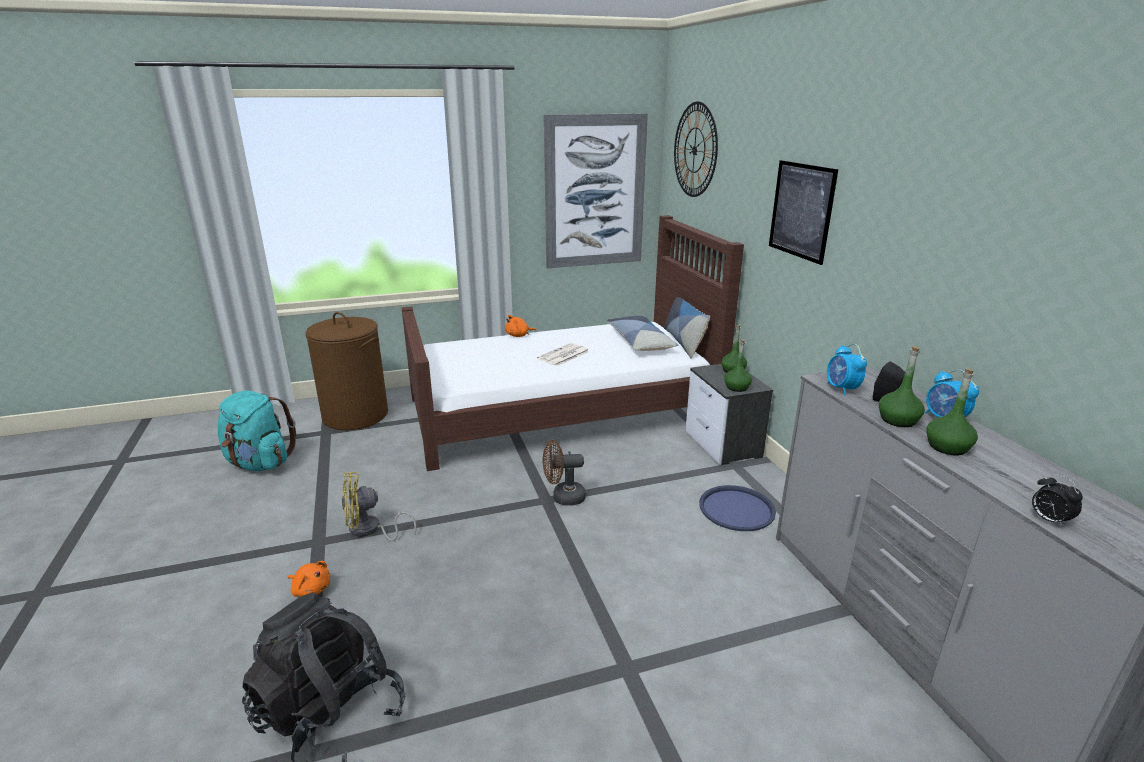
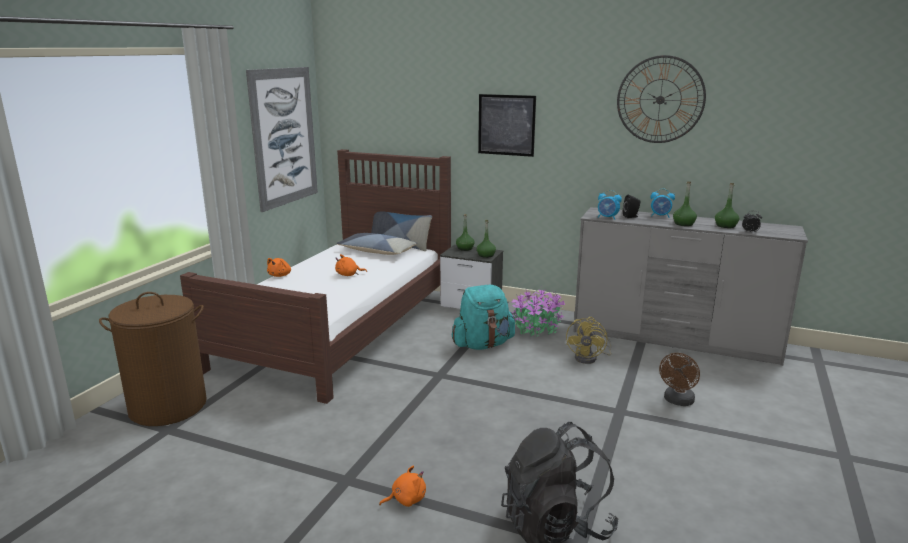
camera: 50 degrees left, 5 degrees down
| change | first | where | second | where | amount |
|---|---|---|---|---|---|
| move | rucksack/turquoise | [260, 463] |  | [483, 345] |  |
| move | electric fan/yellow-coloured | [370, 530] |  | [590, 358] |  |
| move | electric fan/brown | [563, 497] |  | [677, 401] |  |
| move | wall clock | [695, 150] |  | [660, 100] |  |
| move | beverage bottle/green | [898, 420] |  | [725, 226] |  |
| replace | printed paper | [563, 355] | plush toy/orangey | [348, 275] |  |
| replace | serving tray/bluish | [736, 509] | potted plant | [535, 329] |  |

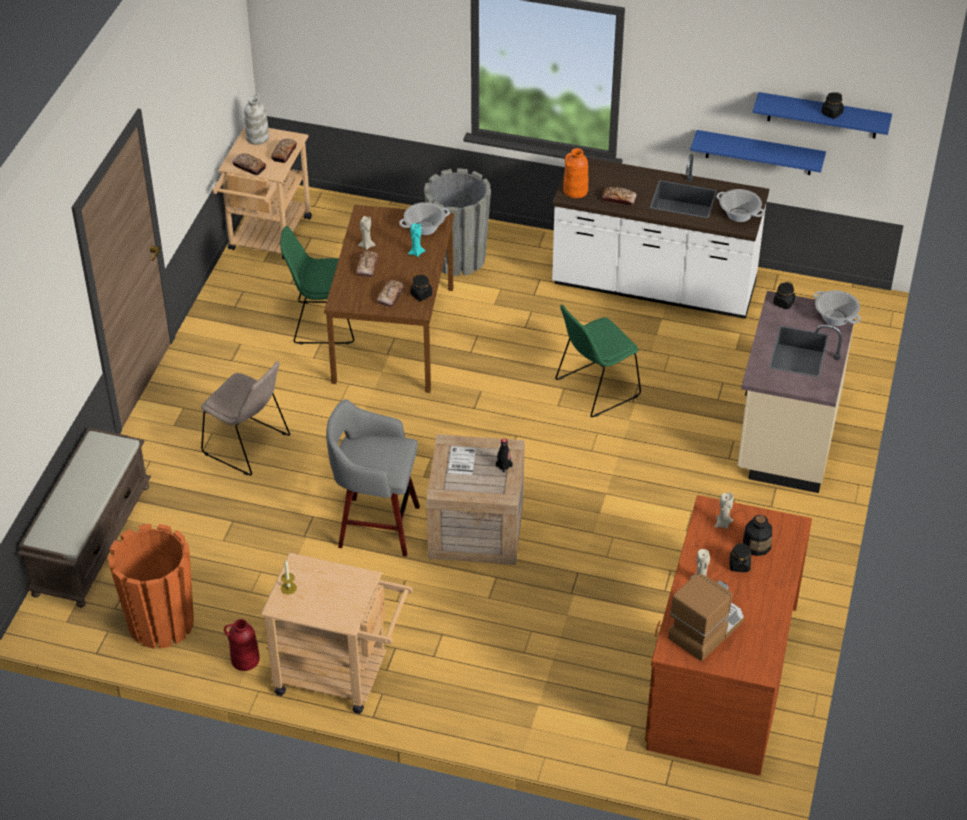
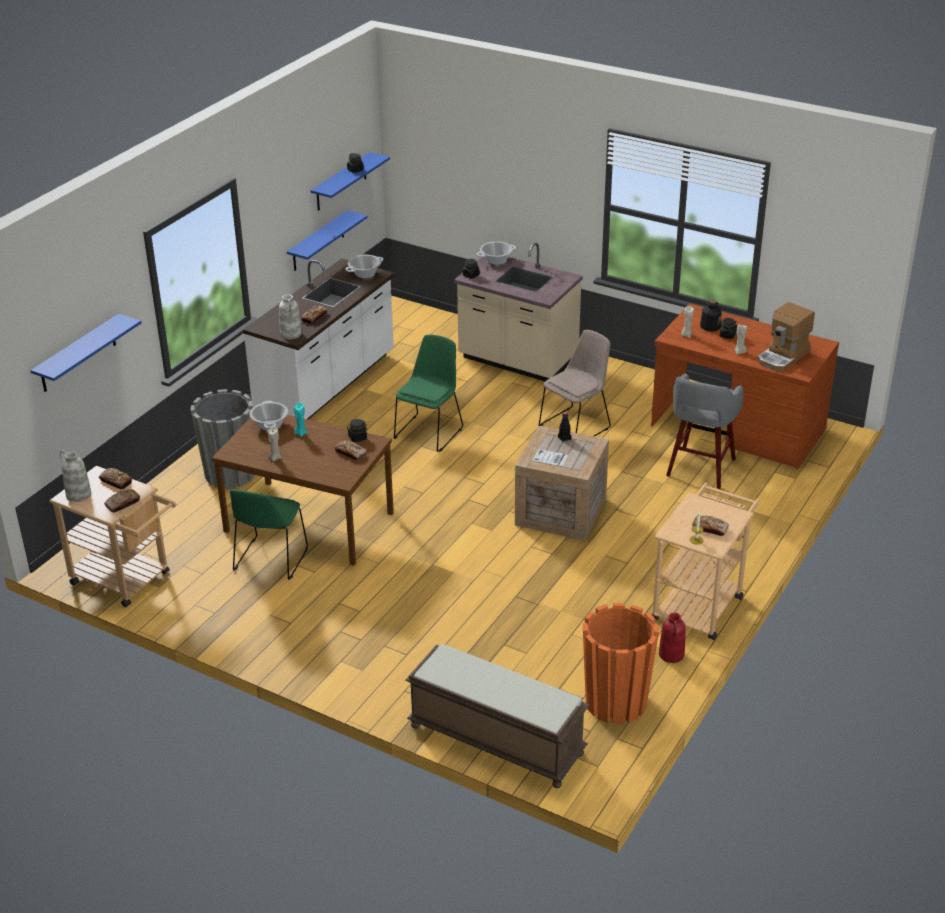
camera: 75 degrees left, 10 degrees down
| change | first | where | second | where | amount |
|---|---|---|---|---|---|
| insert |  |  | bracket shelf/bluish | [78, 354] |  |
| move | plain chair/sand-coloured | [248, 446] |  | [576, 426] |  |
| move | sitting stool/gray | [376, 526] |  | [700, 469] |  |
| move | bakery bread | [367, 267] |  | [710, 528] |  |
| recolor | decorative vase/orangey | [575, 191] | decorative vase/white | [291, 334] |  |
| rotate | plain chair/green | [595, 389] |  | [429, 432] | 135 degrees counterclockwise |
| rotate | coffee brewer | [705, 628] |  | [783, 357] | 105 degrees counterclockwise |

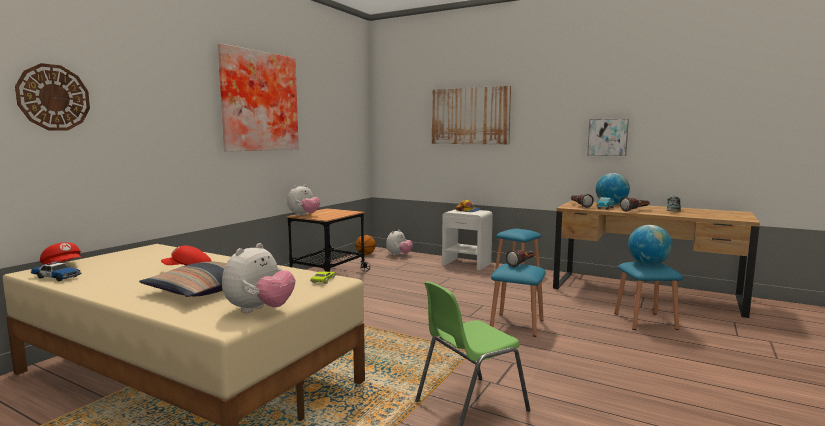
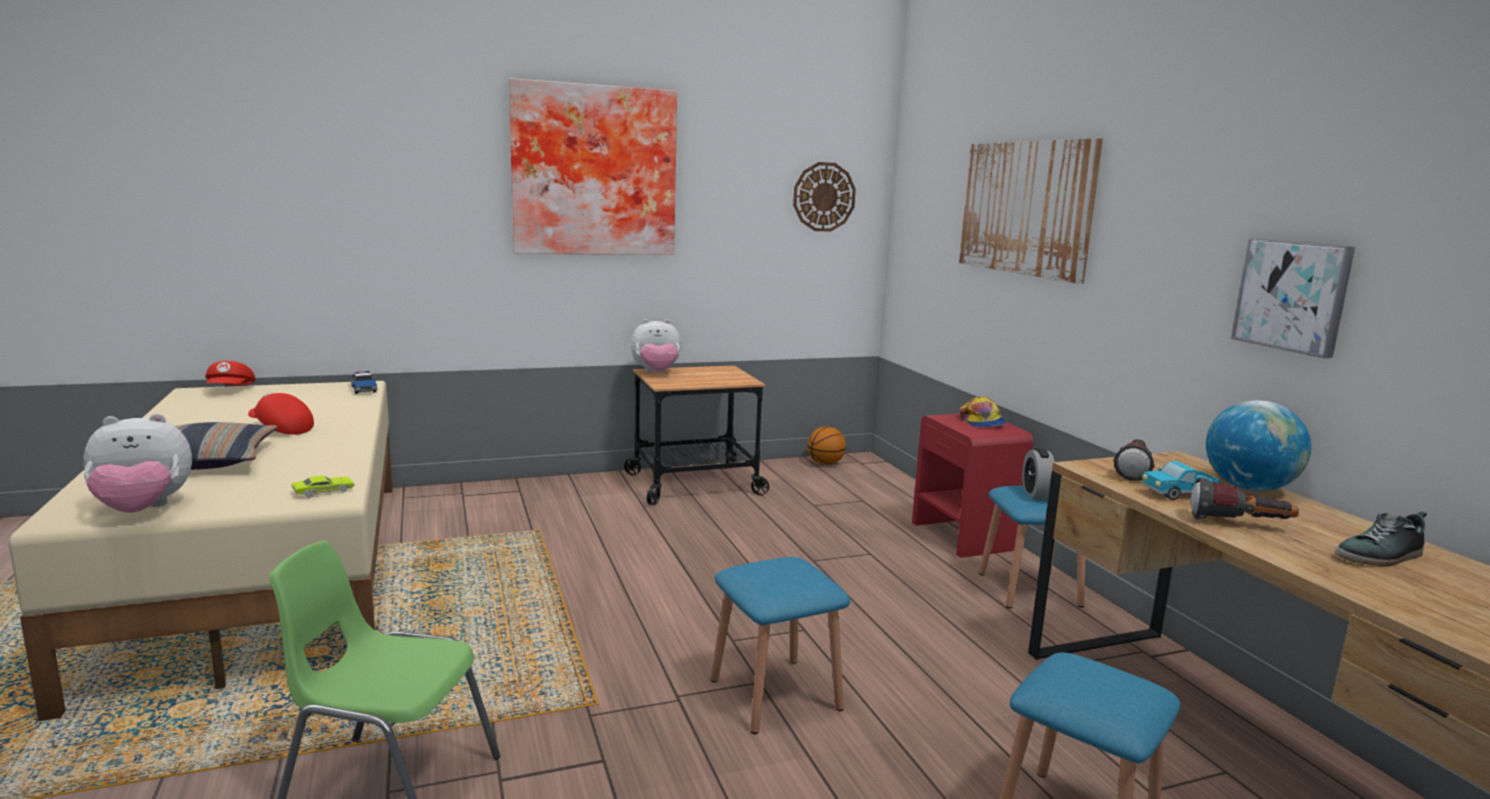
camera: 40 degrees right, 5 degrees up
| change | first | where | second | where | amount |
|---|---|---|---|---|---|
| delete | plush toy | [399, 255] |  |  |  |
| delete | torch | [522, 264] |  |  |  |
| delete | desk globe | [648, 264] |  |  |  |
| insert |  |  | alarm clock | [1036, 494] |  |
| move | wall clock | [53, 97] |  | [824, 197] |  |
| move | miniature car | [56, 277] |  | [363, 388] |  |
| recolor | bedside table/white | [467, 264] | bedside table/red-coloured | [964, 536] |  |

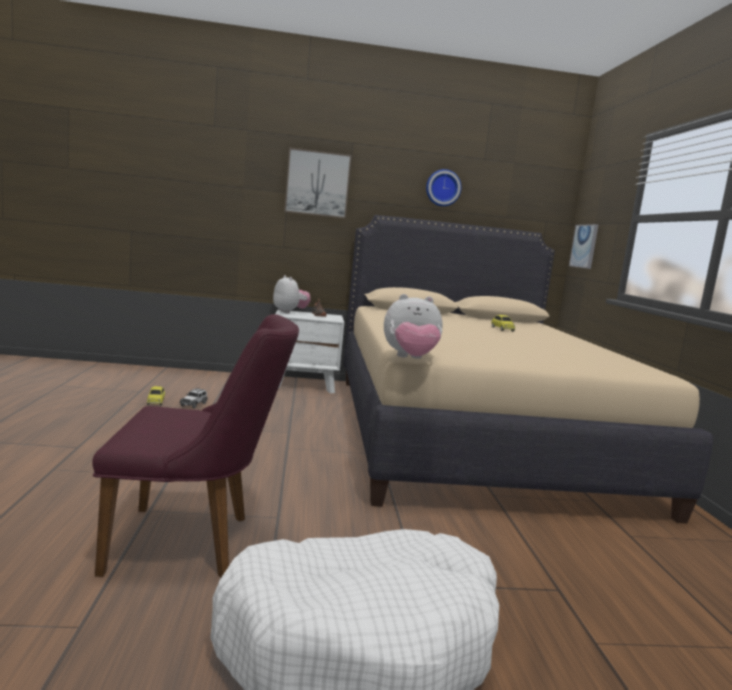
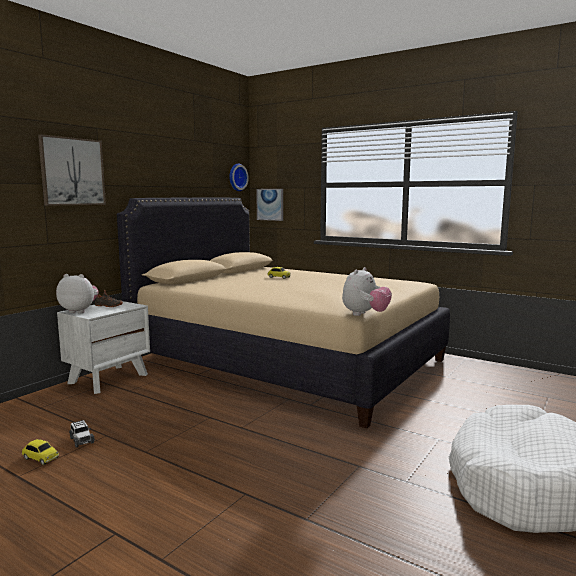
camera: 50 degrees left, 0 degrees up
| change | first | where | second | where | amount |
|---|---|---|---|---|---|
| delete | plain chair/purplish | [194, 543] |  |  |  |
| move | wall clock | [443, 188] |  | [236, 177] |  |

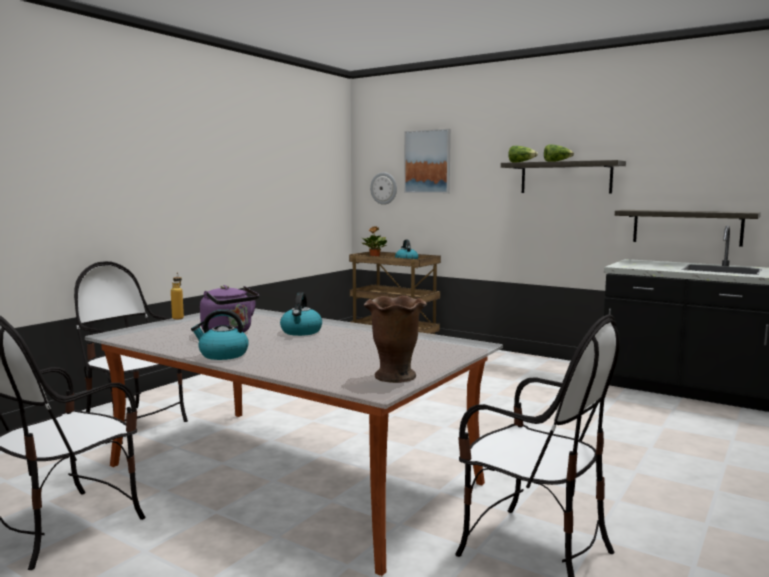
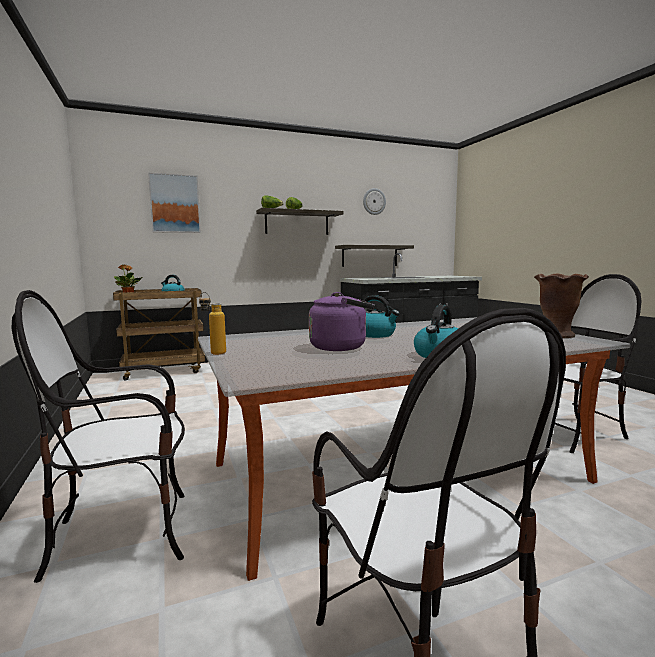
camera: 55 degrees left, 0 degrees up
| change | first | where | second | where | amount |
|---|---|---|---|---|---|
| move | wall clock | [384, 188] |  | [374, 201] |  |

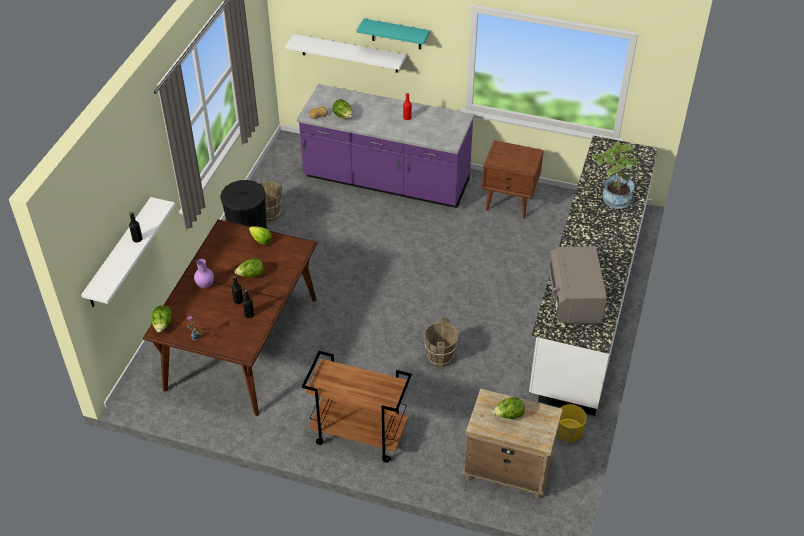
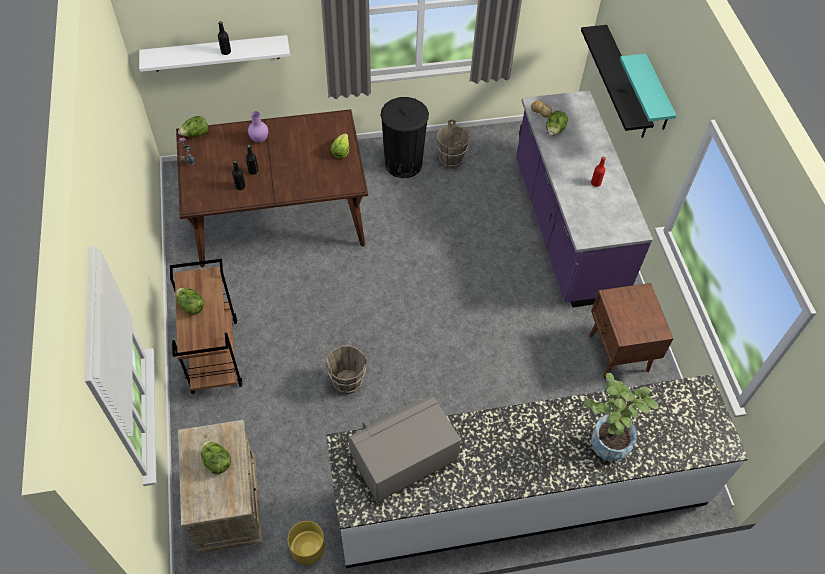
camera: 60 degrees right, 10 degrees up
| change | first | where | second | where | amount |
|---|---|---|---|---|---|
| move | head of lettuce | [251, 275] |  | [191, 306] |  |
| recolor | bracket shelf/white | [349, 53] | bracket shelf/blackish | [626, 83] |  |

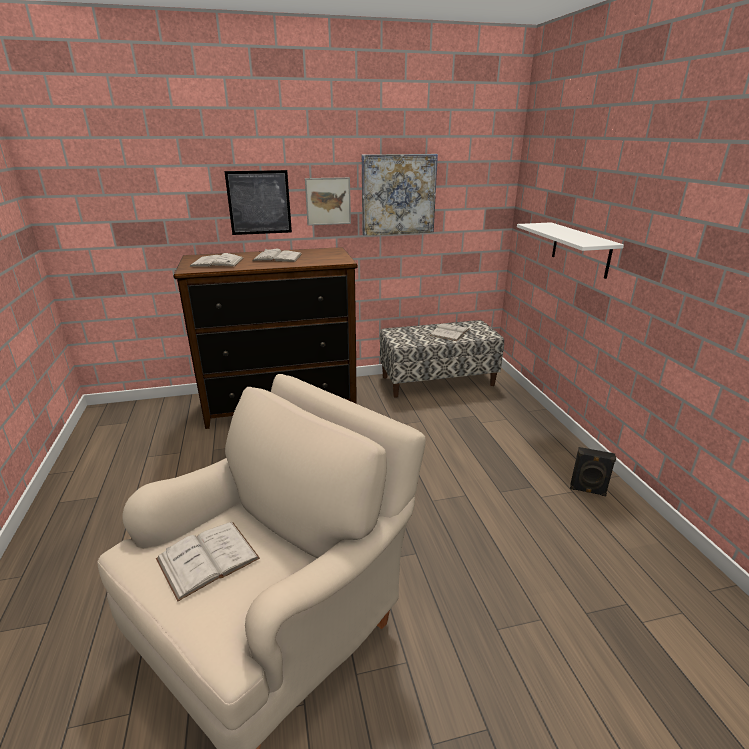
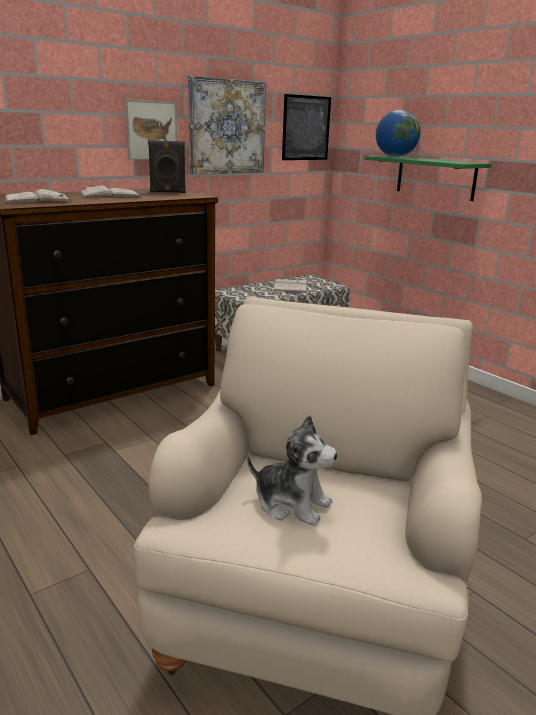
camera: 25 degrees left, 5 degrees down
| change | first | where | second | where | amount |
|---|---|---|---|---|---|
| insert |  |  | desk globe | [395, 156] |  |
| move | picture | [259, 202] |  | [306, 128] |  |
| move | speaker/blackish | [587, 491] |  | [168, 192] |  |
| replace | bound book/white | [208, 558] | plush toy | [291, 503] |  |
| recolor | bracket shelf/white | [580, 249] | bracket shelf/green | [435, 177] |  |

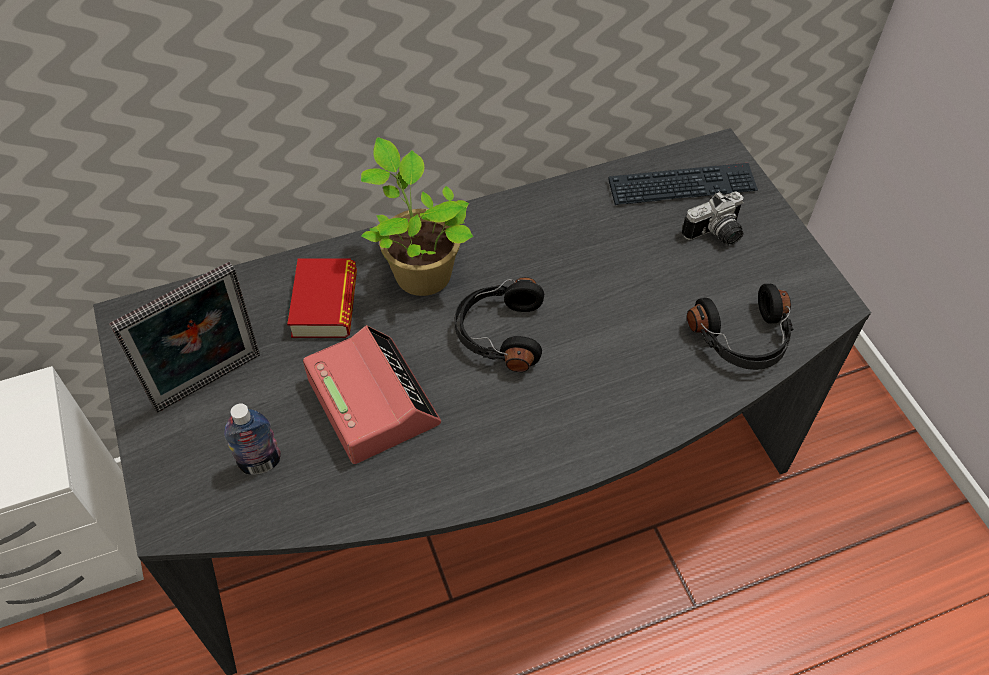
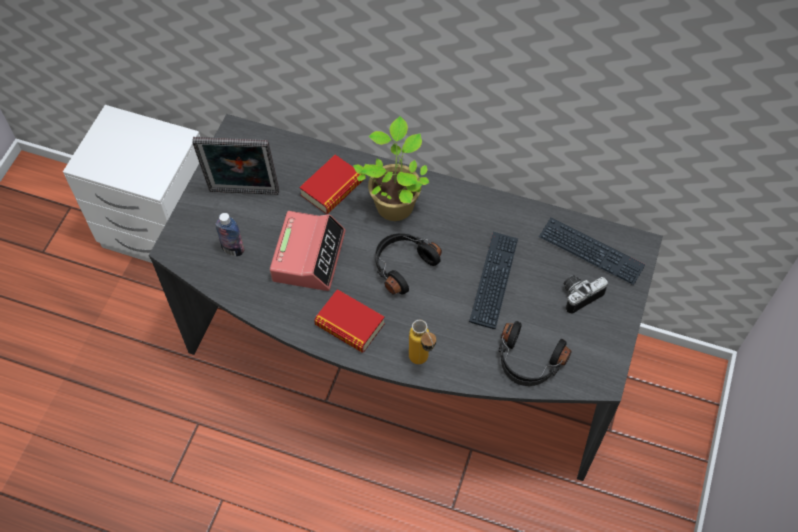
camera: 40 degrees right, 5 degrees up
| change | first | where | second | where | amount |
|---|---|---|---|---|---|
| insert |  |  | bound book | [350, 324] |  |
| insert |  |  | beverage bottle | [422, 363] |  |
| insert |  |  | PC keyboard | [494, 280] |  |
| rotate | still camera | [716, 235] |  | [579, 294] | 135 degrees clockwise |

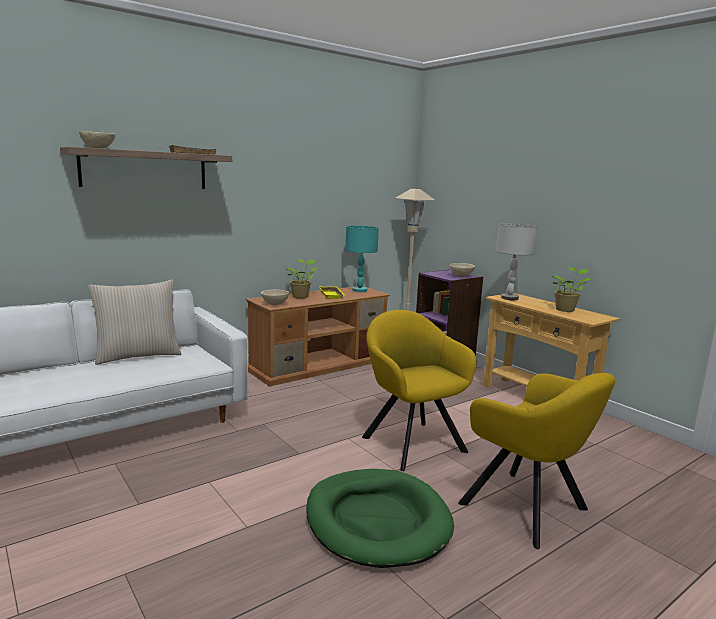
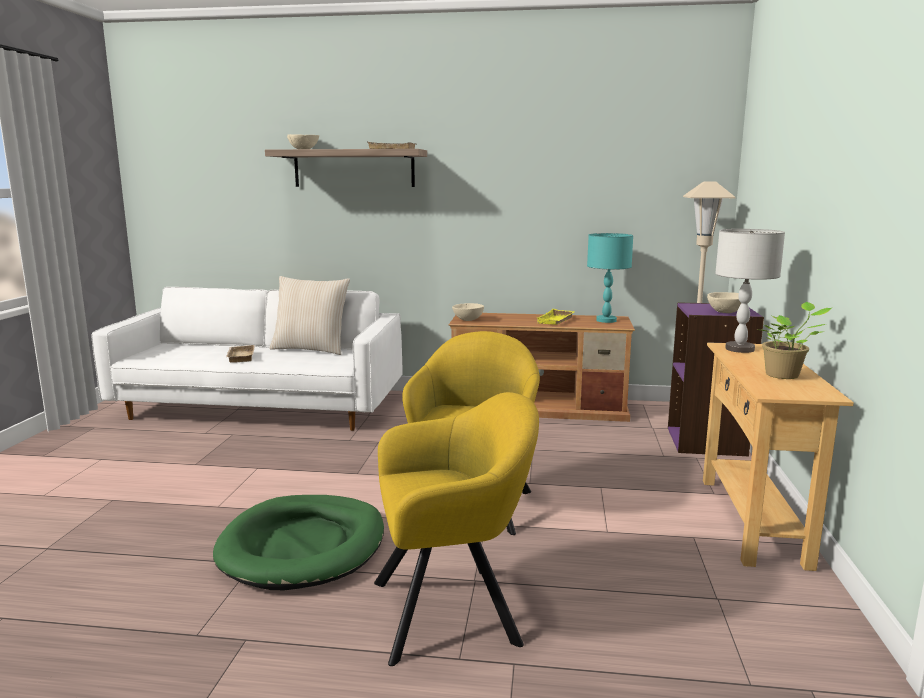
camera: 45 degrees right, 0 degrees up
| change | first | where | second | where | amount |
|---|---|---|---|---|---|
| delete | potted plant | [301, 296] |  |  |  |
| insert |  |  | serving tray/sand-coloured | [239, 357] |  |
| rotate | armchair/yellow-coloured | [529, 510] |  | [454, 610] | 105 degrees counterclockwise |

